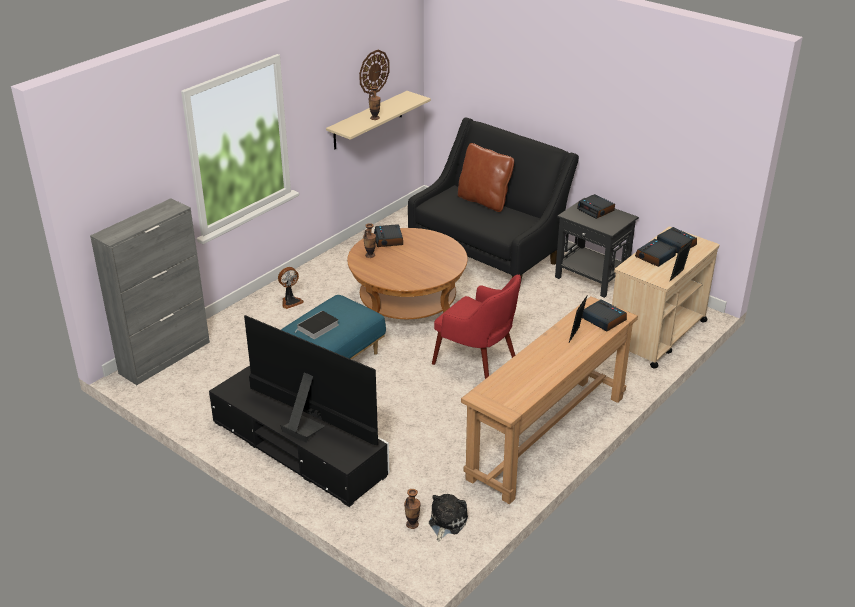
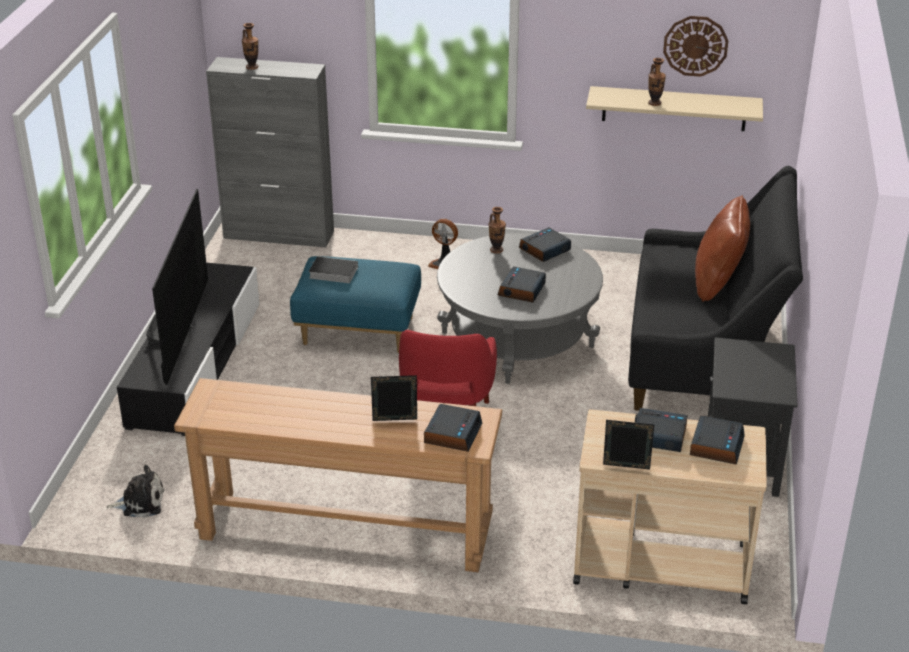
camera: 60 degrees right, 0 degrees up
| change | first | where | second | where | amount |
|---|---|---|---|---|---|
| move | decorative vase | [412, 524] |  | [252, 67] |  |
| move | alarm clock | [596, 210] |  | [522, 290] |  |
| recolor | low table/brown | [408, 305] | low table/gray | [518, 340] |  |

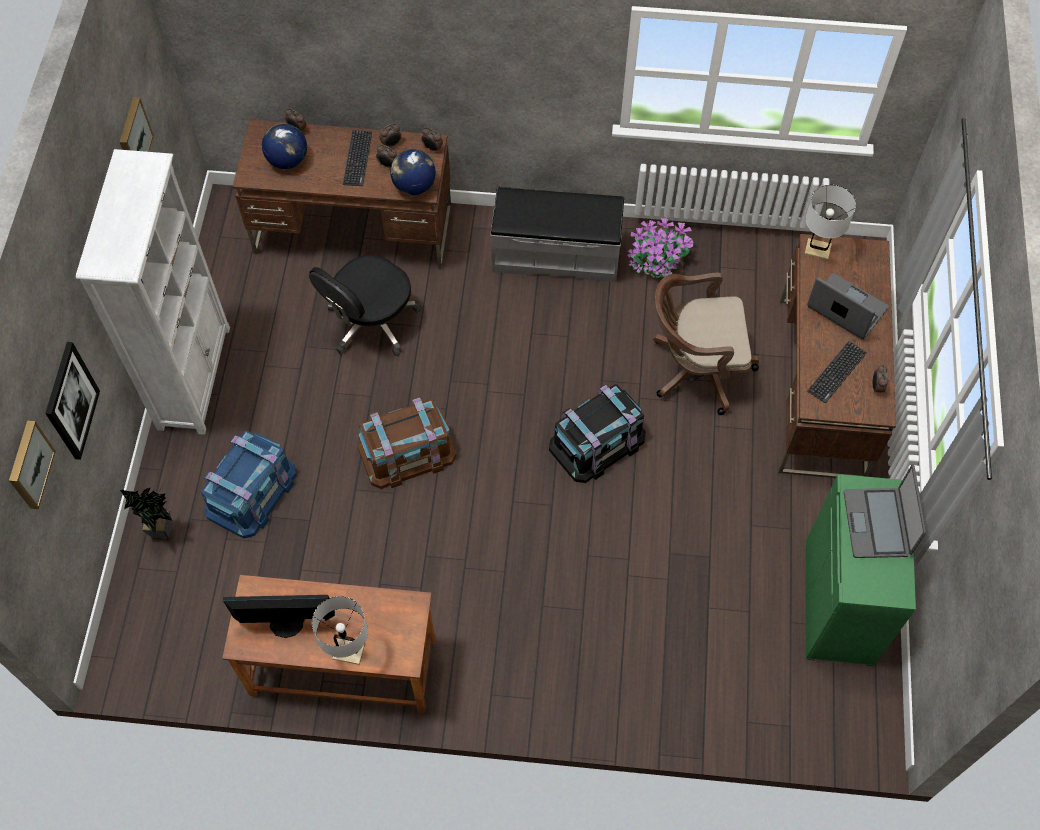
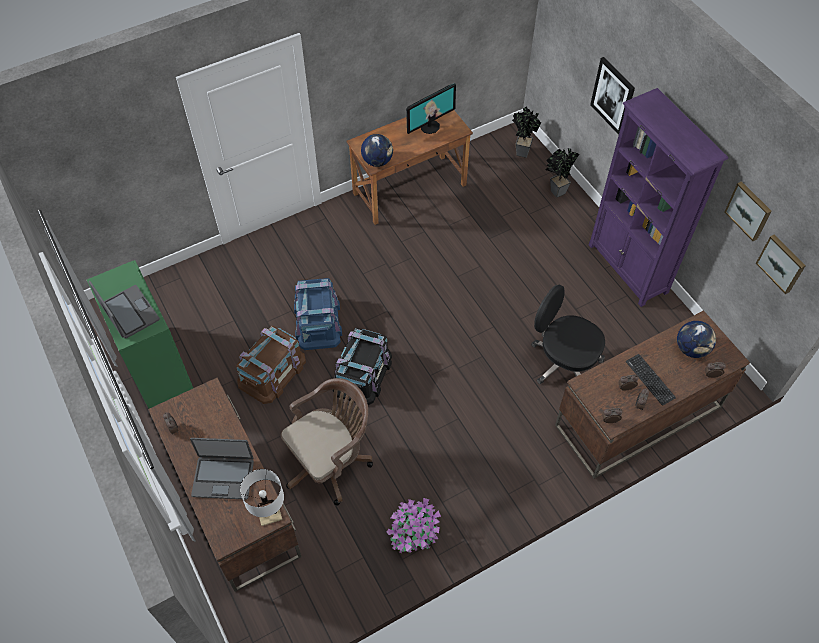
camera: 145 degrees right, 5 degrees down
| change | first | where | second | where | amount |
|---|---|---|---|---|---|
| delete | tabletop lamp/white | [348, 651] |  |  |  |
| delete | long seat/gray | [556, 254] |  |  |  |
| delete | PC keyboard | [836, 372] |  |  |  |
| insert |  |  | potted plant | [520, 151] |  |
| move | picture | [28, 465] |  | [782, 263] |  |
| move | storage container/bluish | [251, 492] |  | [317, 321] |  |
| move | storage container/brown | [407, 452] |  | [271, 371] |  |
| move | desk globe | [414, 186] |  | [377, 161] |  |
| recolor | shelving unit/white | [194, 377] | shelving unit/purplish | [628, 269] |  |
| rotate | office chair/blackish | [371, 322] |  | [563, 361] | 60 degrees counterclockwise |

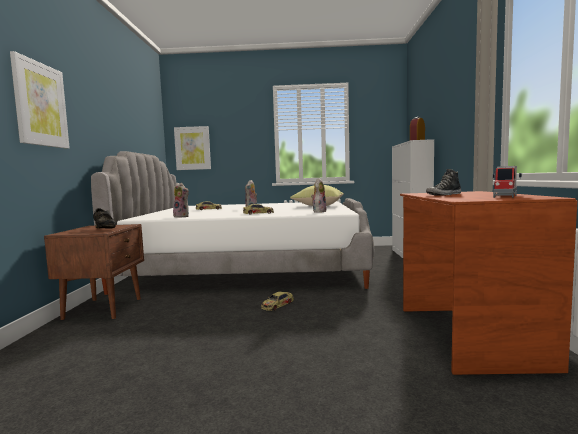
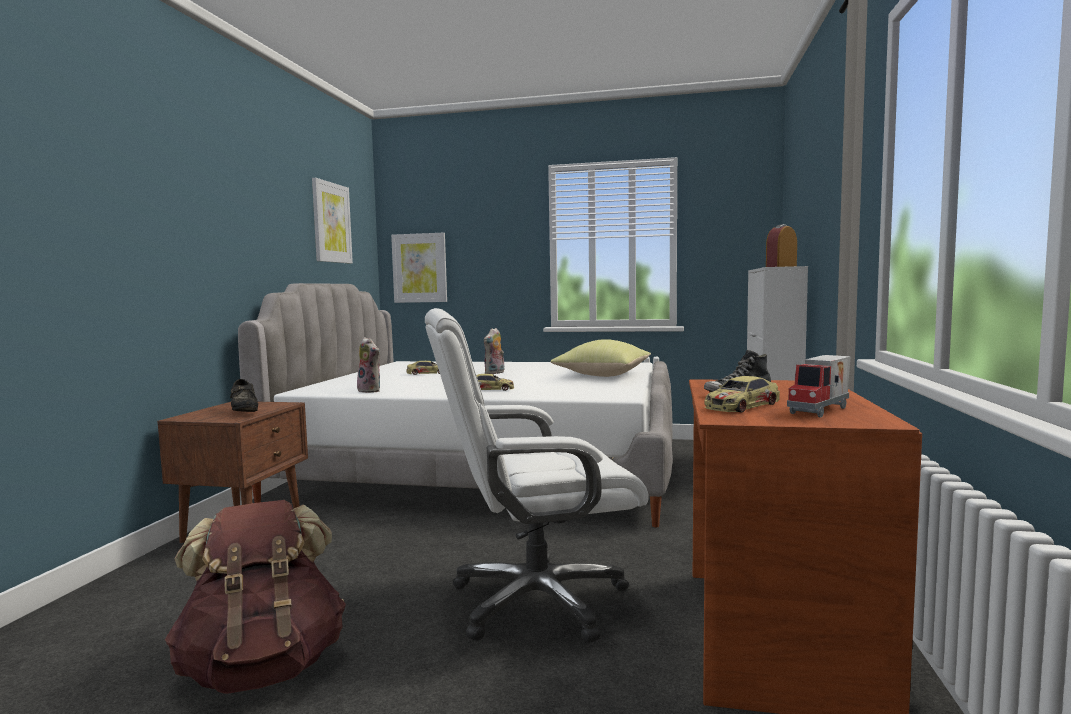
camera: 10 degrees right, 0 degrees up
| change | first | where | second | where | amount |
|---|---|---|---|---|---|
| delete | plush toy | [319, 211] |  |  |  |
| insert |  |  | rucksack/brown | [264, 667] |  |
| insert |  |  | office chair/white | [535, 601] |  |
| move | picture | [40, 104] |  | [331, 222] |  |
| move | miniature car | [277, 305] |  | [742, 405] |  |

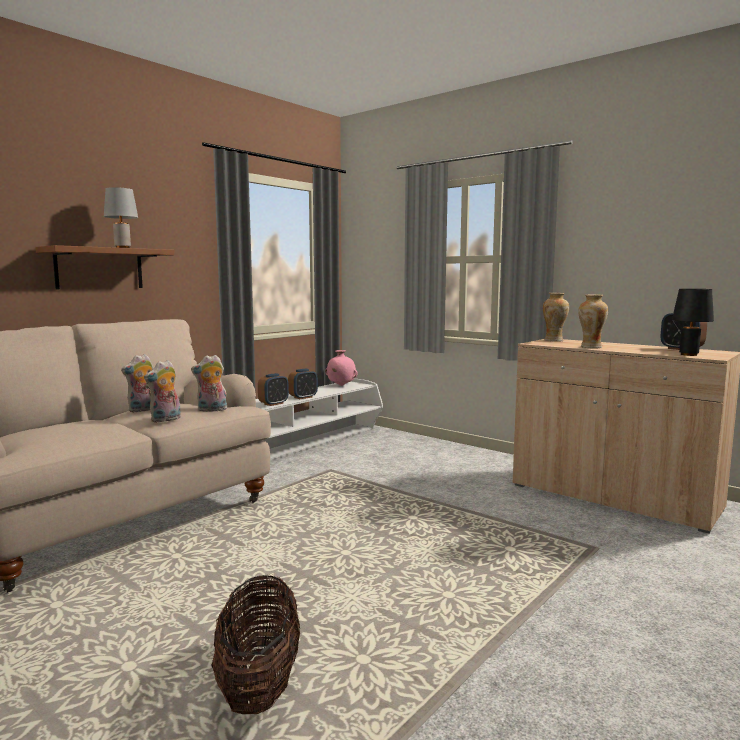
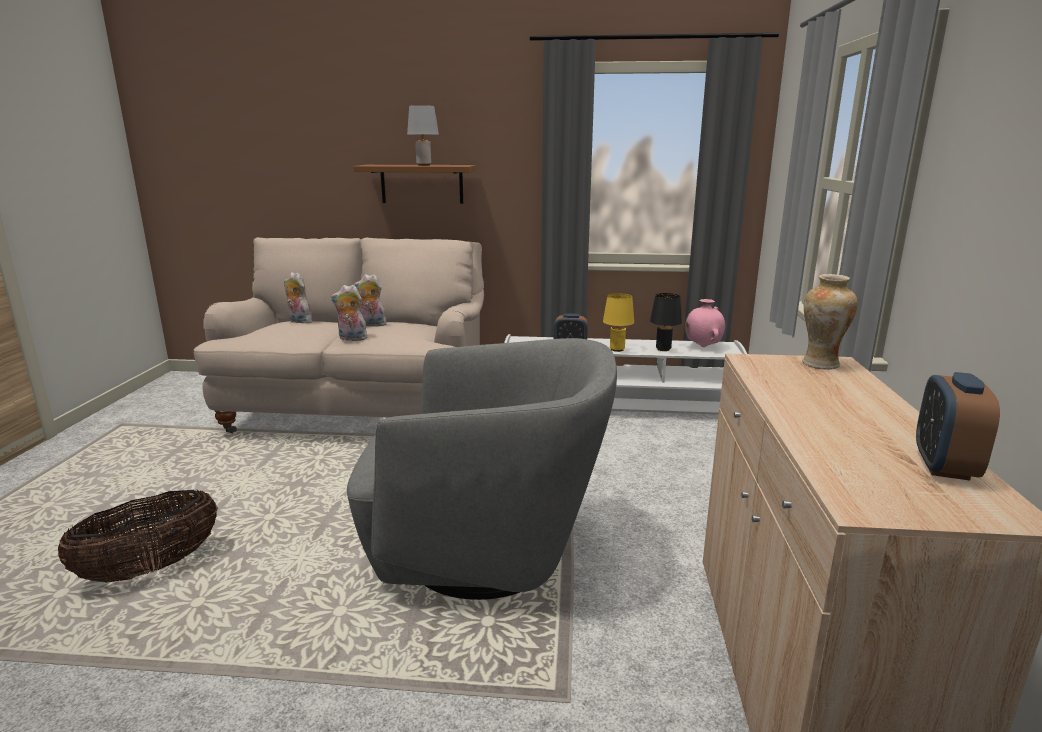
camera: 55 degrees right, 10 degrees up
| change | first | where | second | where | amount |
|---|---|---|---|---|---|
| delete | decorative vase | [590, 347] |  |  |  |
| insert |  |  | armchair/gray | [487, 551] |  |
| move | plush toy | [212, 410] |  | [298, 322] |  |
| move | tabletop lamp/blackish | [688, 354] |  | [663, 349] |  |
| replace | alarm clock | [303, 397] | tabletop lamp/yellow-coloured | [617, 349] |  |

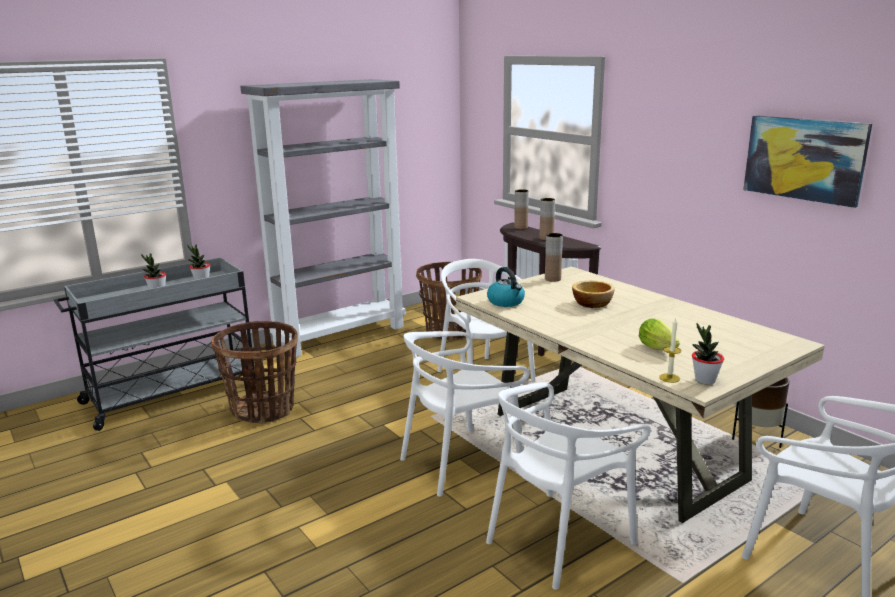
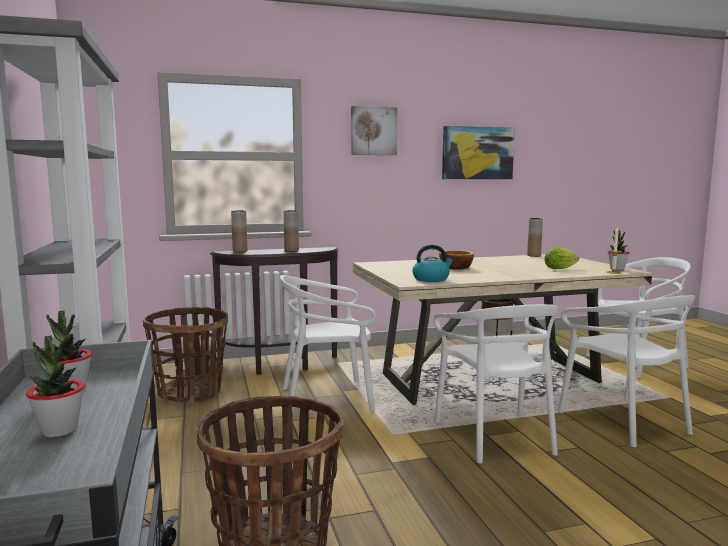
camera: 70 degrees left, 10 degrees down
| change | first | where | second | where | amount |
|---|---|---|---|---|---|
| insert |  |  | picture | [373, 131] |  |
| move | decorative vase/brown | [552, 279] |  | [534, 255] |  |

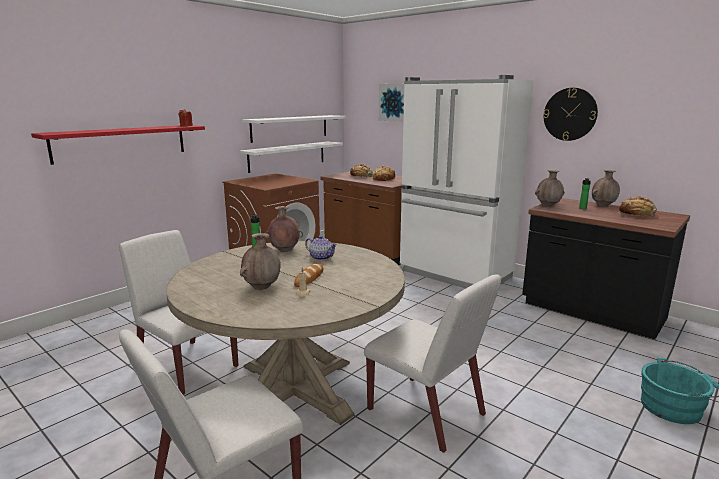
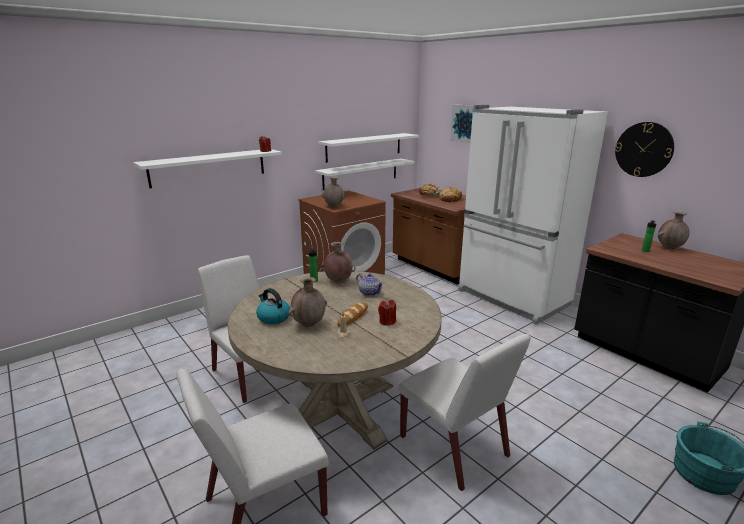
camera: 10 degrees right, 5 degrees up
| change | first | where | second | where | amount |
|---|---|---|---|---|---|
| delete | bakery bread | [636, 214] |  |  |  |
| insert |  |  | water kettle | [273, 317] |  |
| insert |  |  | wax candle/red-coloured | [387, 321] |  |
| move | decorative vase/brown | [548, 206] |  | [334, 206] |  |
| recolor | bracket shelf/red-coloured | [121, 143] | bracket shelf/white | [209, 167] |  |

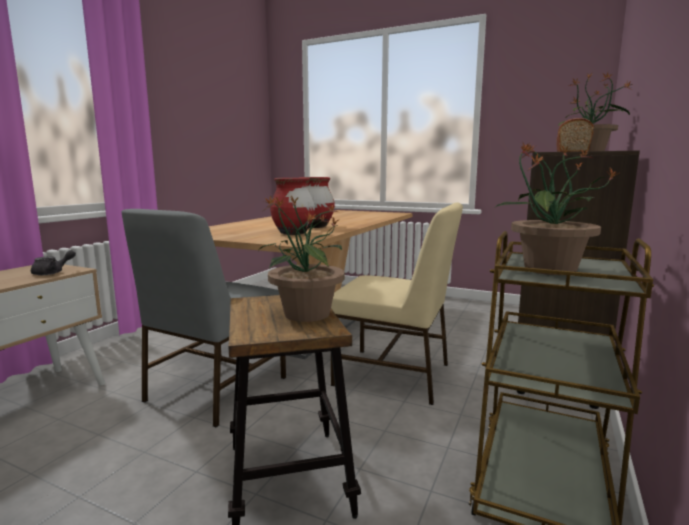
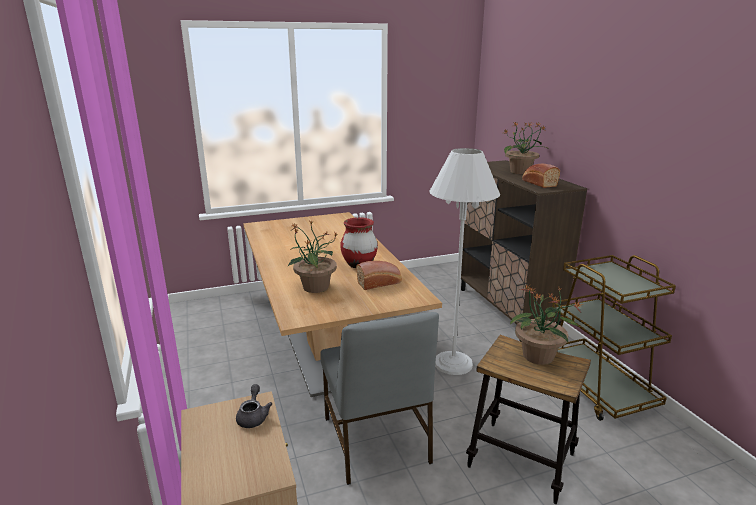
camera: 45 degrees left, 10 degrees up
| change | first | where | second | where | amount |
|---|---|---|---|---|---|
| move | potted plant | [547, 269] |  | [315, 287] |  |
| replace | decorative vase/red-coloured | [293, 233] | bakery bread | [380, 283] |  |
| replace | plain chair/sand-coloured | [394, 375] | floor lamp/white | [453, 363] |  |

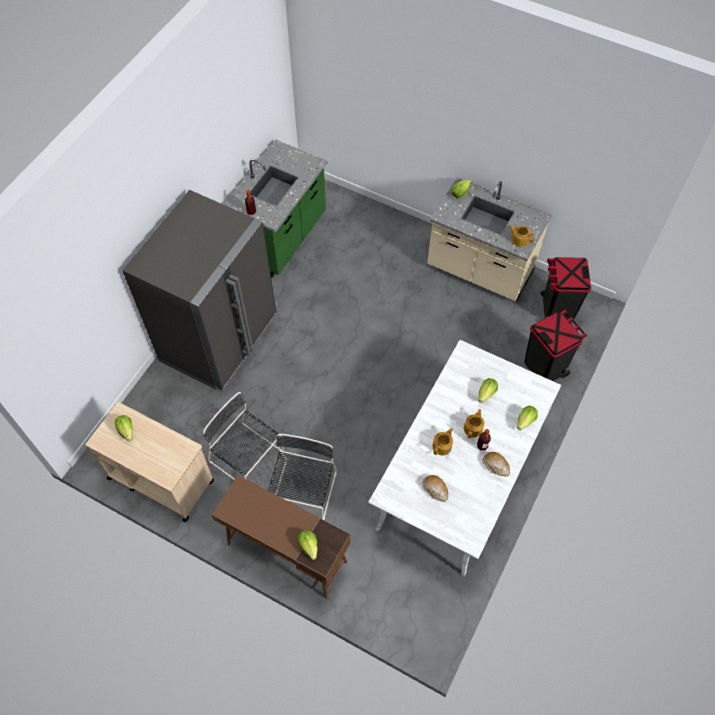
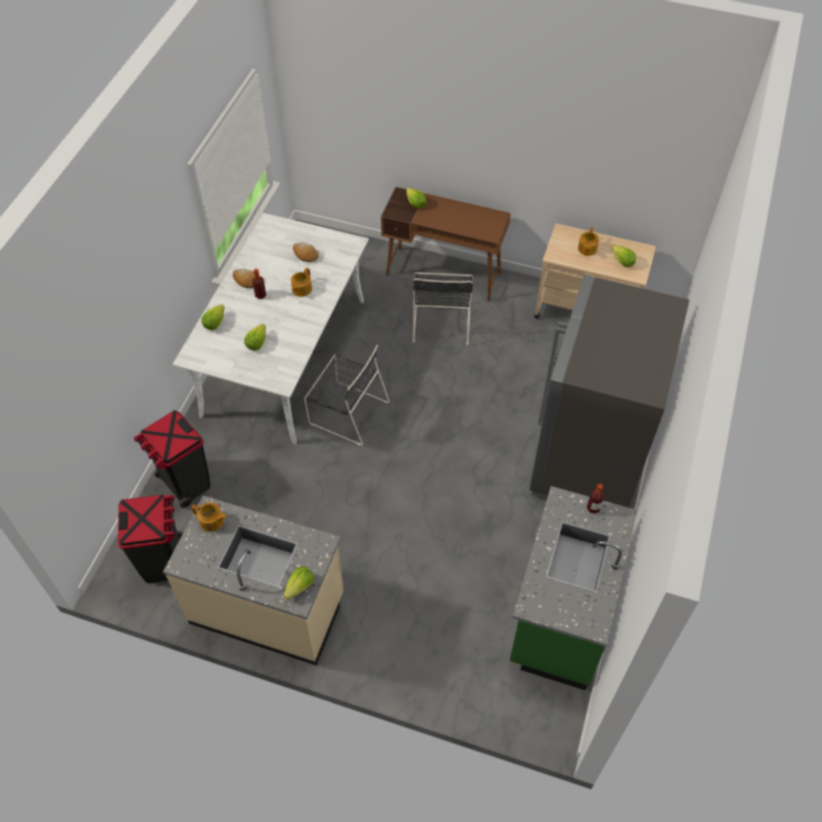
camera: 170 degrees right, 5 degrees down
| change | first | where | second | where | amount |
|---|---|---|---|---|---|
| move | plain chair/blackish | [248, 458] |  | [346, 412] |  |
| move | teapot | [473, 428] |  | [587, 249] |  |

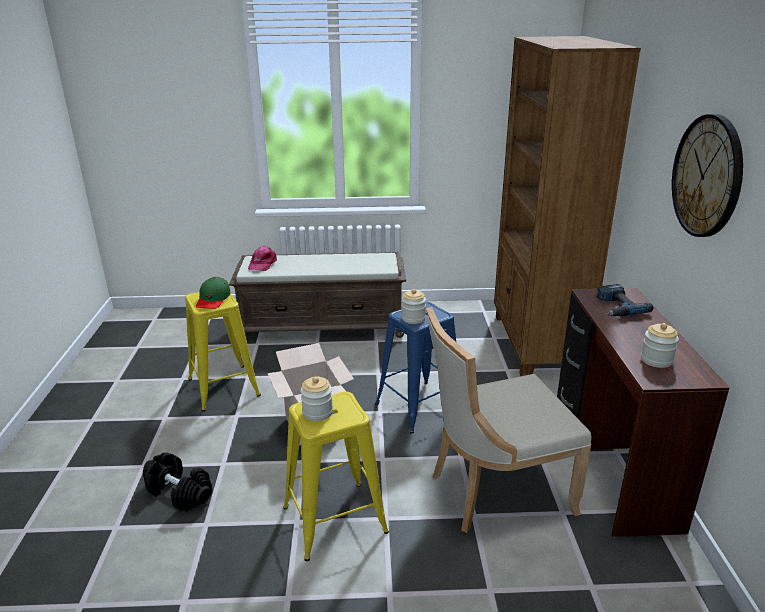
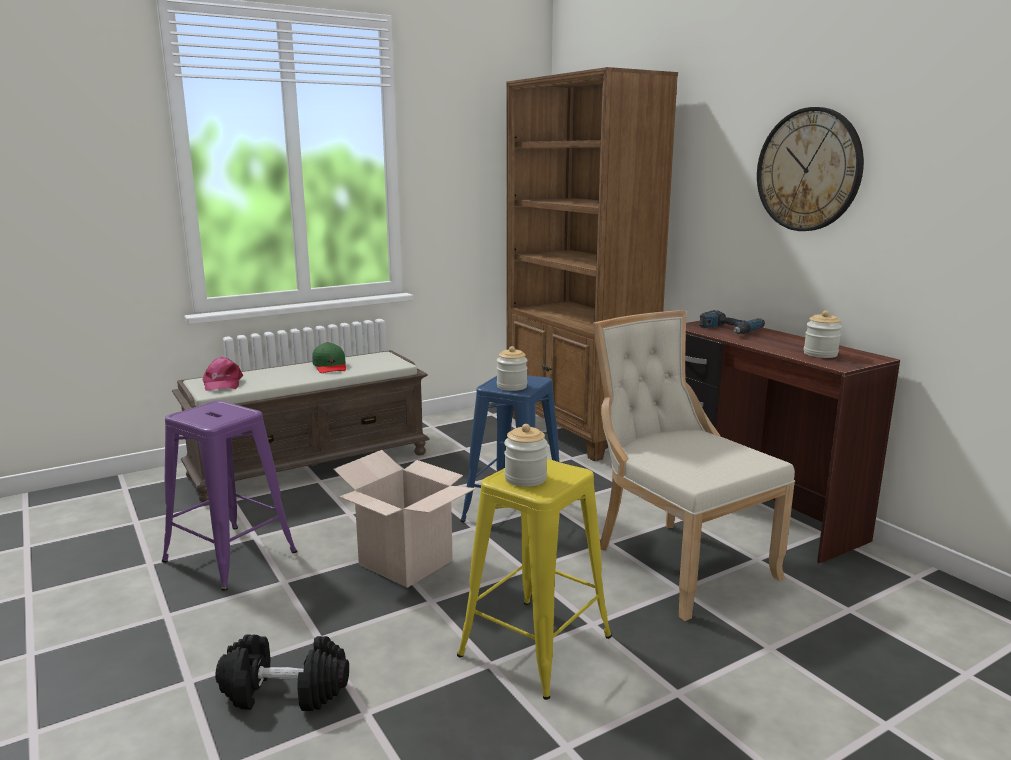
camera: 30 degrees left, 10 degrees down
| change | first | where | second | where | amount |
|---|---|---|---|---|---|
| move | baseball cap/green | [213, 299] |  | [330, 366] |  |
| recolor | sitting stool/yellow-coloured | [224, 387] | sitting stool/purplish | [230, 556] |  |
| rotate | plain chair/sand-coloured | [494, 491] |  | [676, 562] | 105 degrees clockwise |

